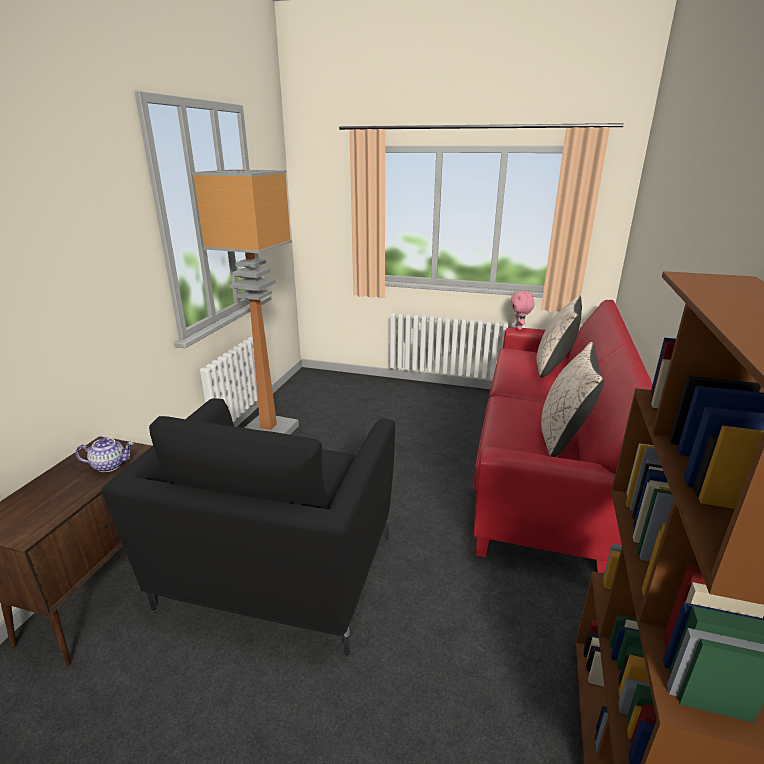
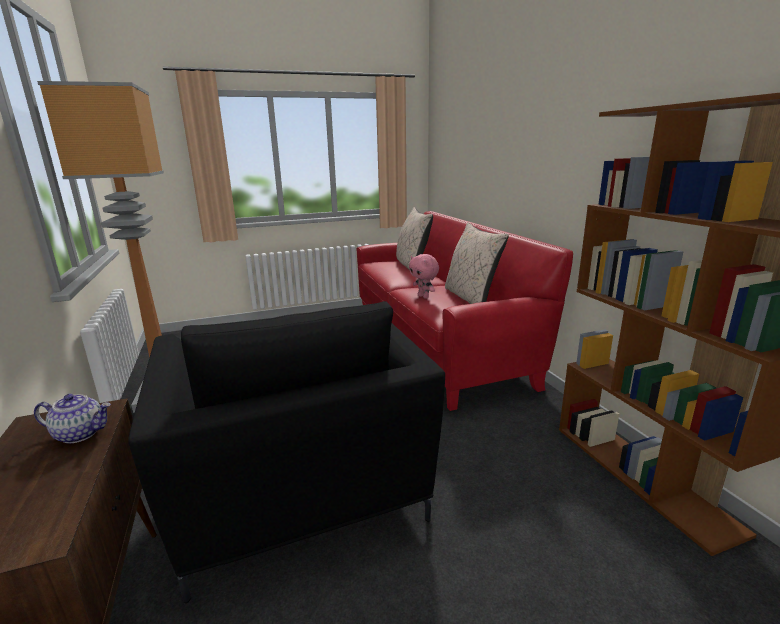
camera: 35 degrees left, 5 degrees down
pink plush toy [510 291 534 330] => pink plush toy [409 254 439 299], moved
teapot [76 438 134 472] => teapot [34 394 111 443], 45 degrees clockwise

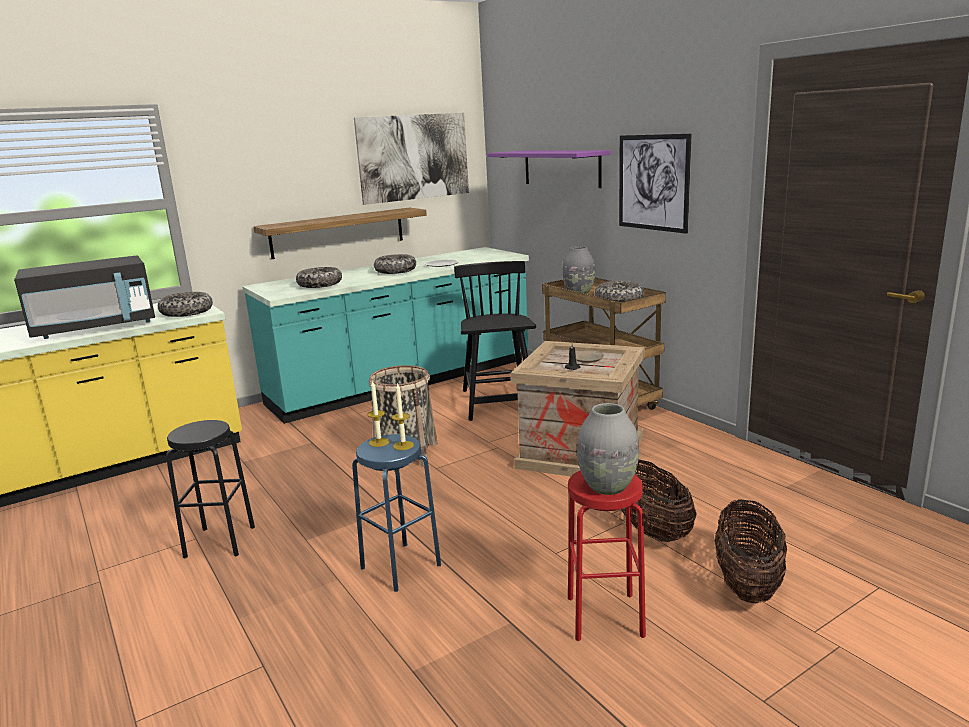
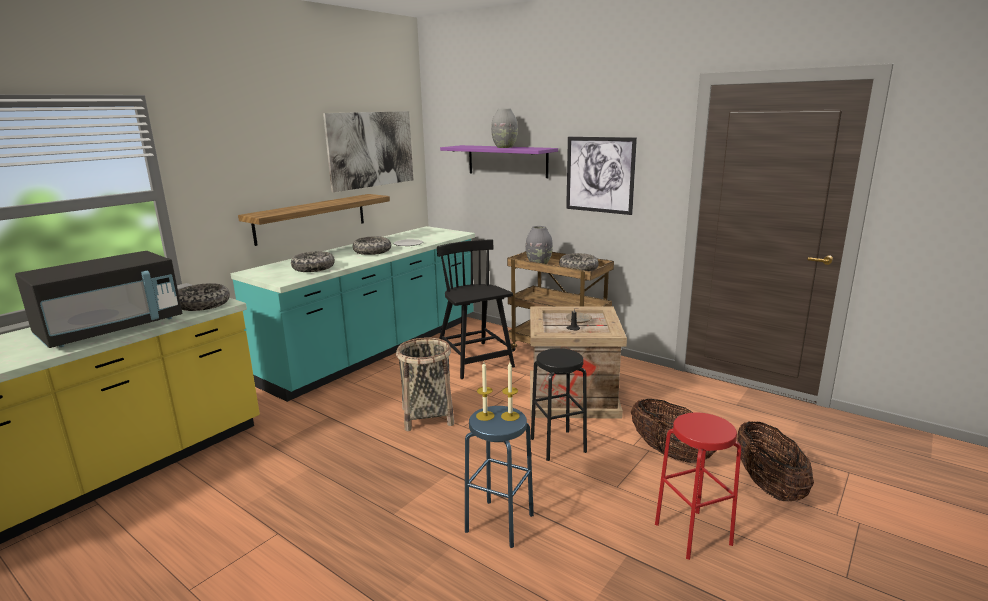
camera: 20 degrees left, 0 degrees up
grey vase [577 403 639 495] => grey vase [491 109 518 148], moved
black stool [166 420 255 559] => black stool [531 348 587 461], moved

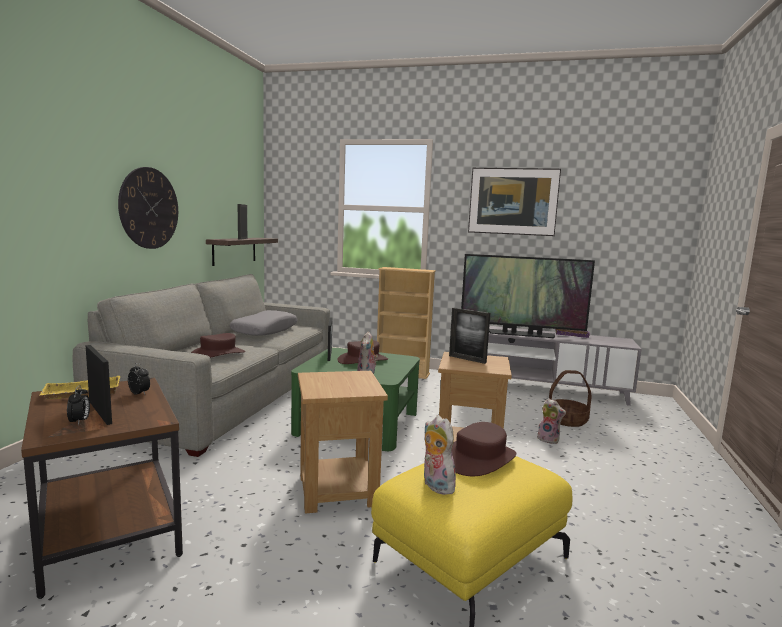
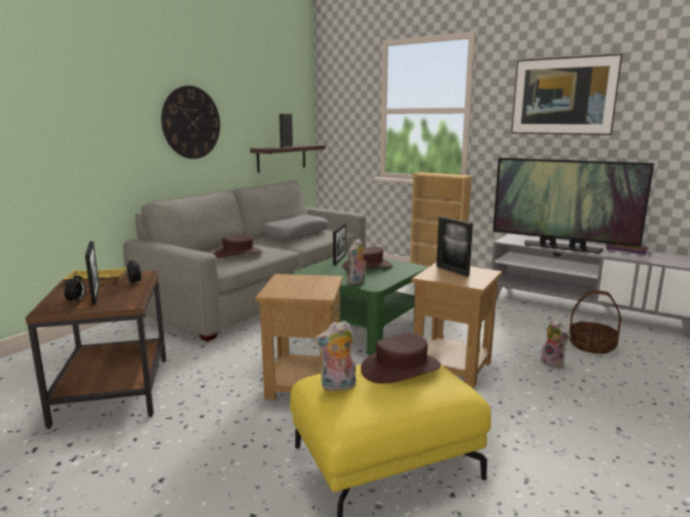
camera: 20 degrees right, 5 degrees up
plush toy [424 415 456 495] => plush toy [314 320 356 391], 90 degrees counterclockwise

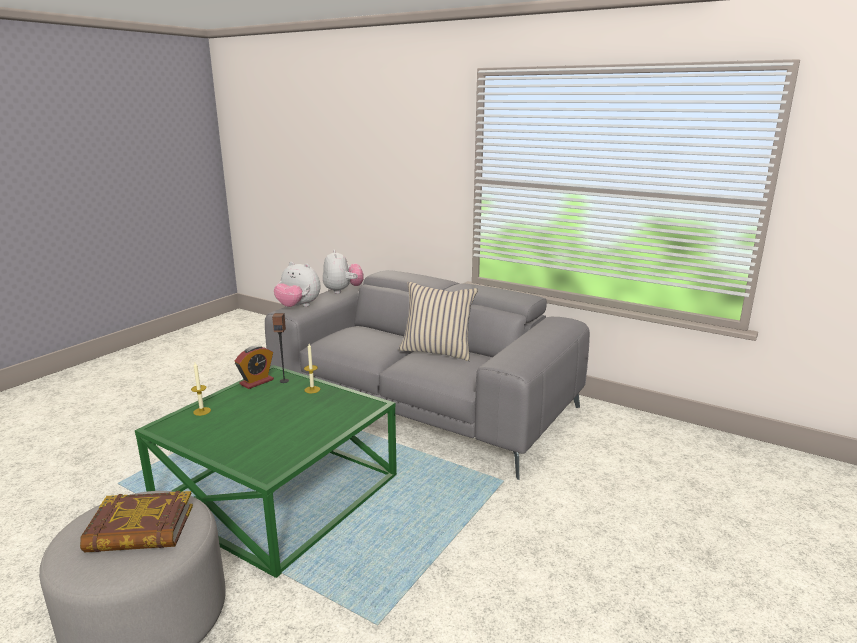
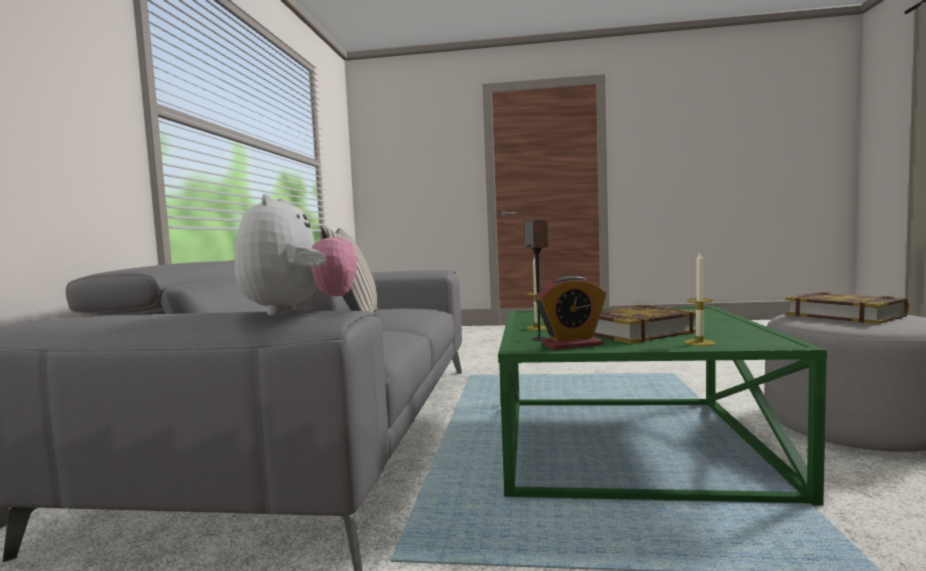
camera: 115 degrees left, 15 degrees down
plush toy [323 250 364 294] => nothing
alarm clock [235 345 274 389] => alarm clock [535 276 606 350], 150 degrees clockwise
nothing => book [593 305 696 344]

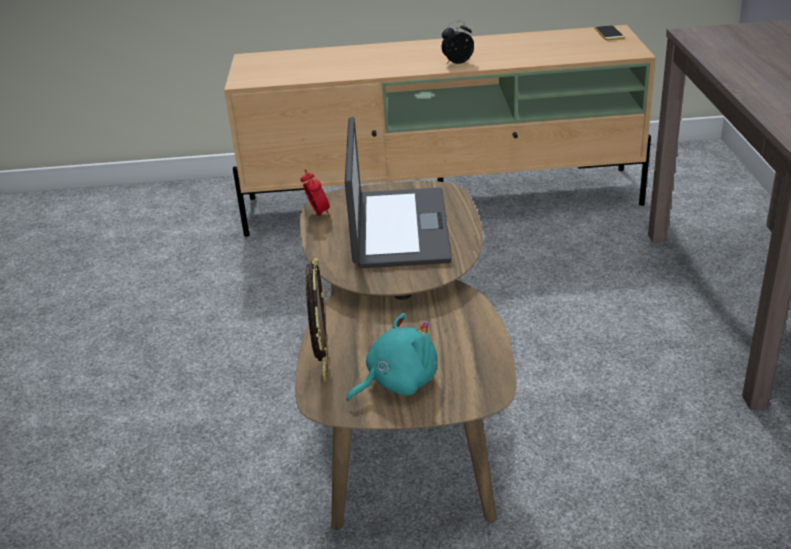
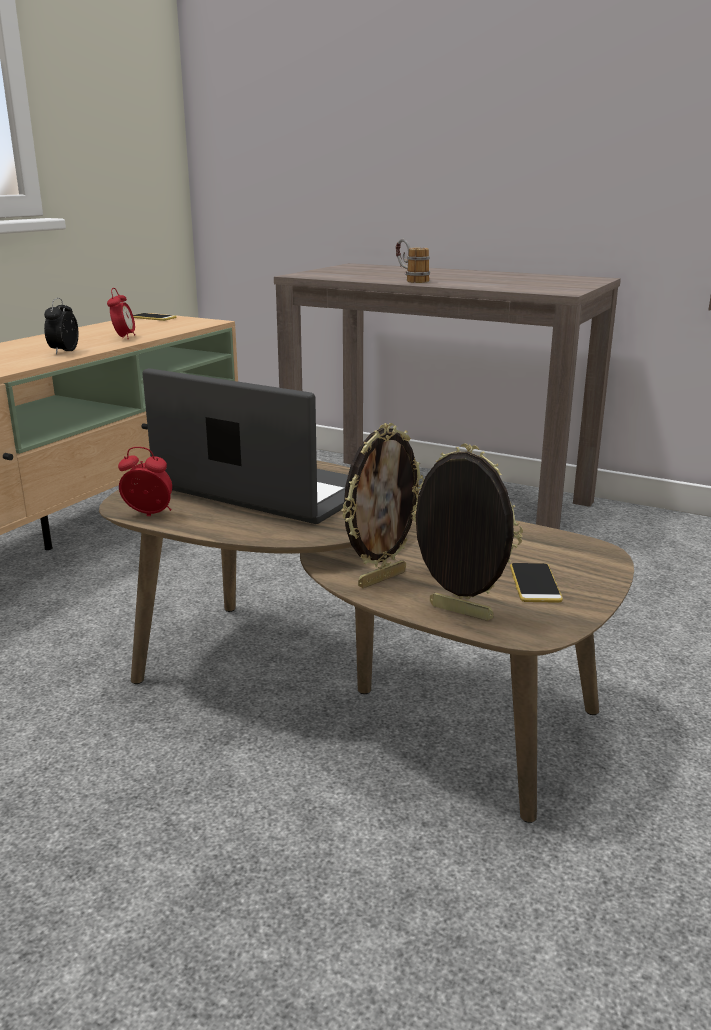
camera: 60 degrees left, 10 degrees down
turquoise plush toy [346 313 438 401] => phone [510 563 563 603]
nothing => mug [396 239 430 283]
nothing => alarm clock [107 288 135 339]
nothing => picture frame [341 423 424 588]

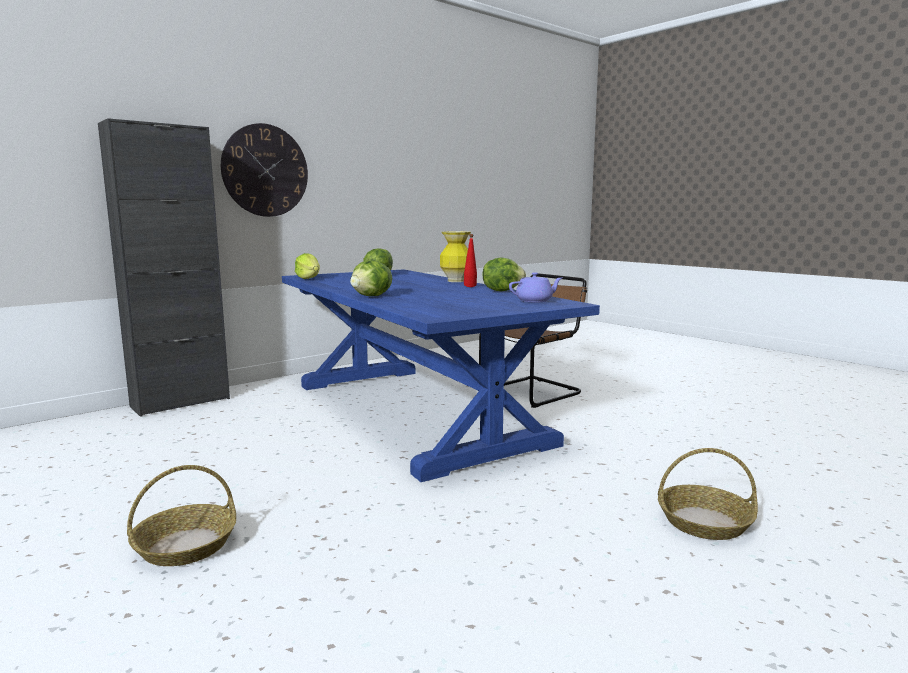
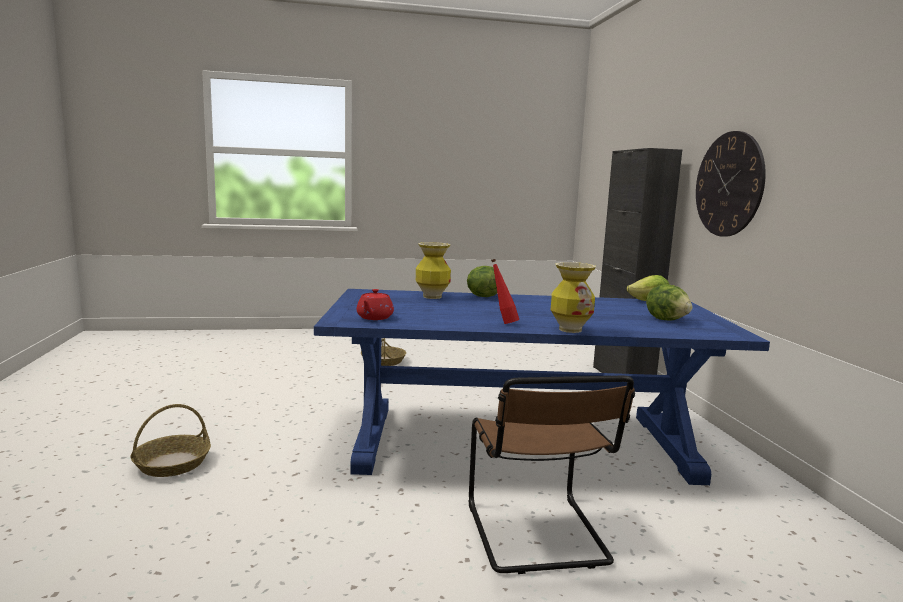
camera: 120 degrees right, 0 degrees up
lettuce [482 257 526 291] => nothing
purple teapot [509 272 562 302] => red teapot [357 289 394 320]
nothing => vase [416 242 451 299]

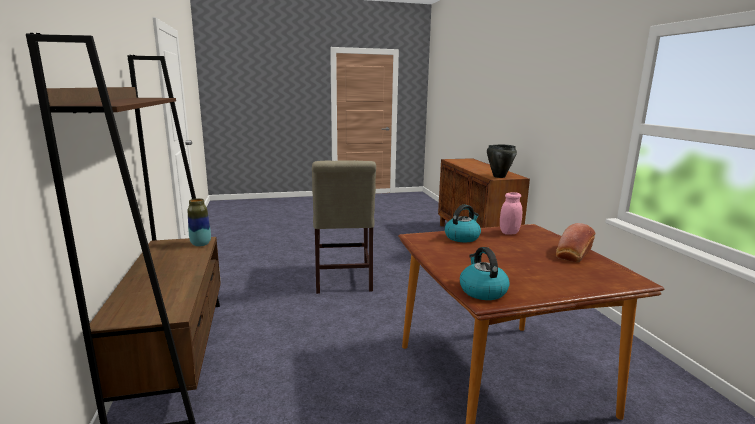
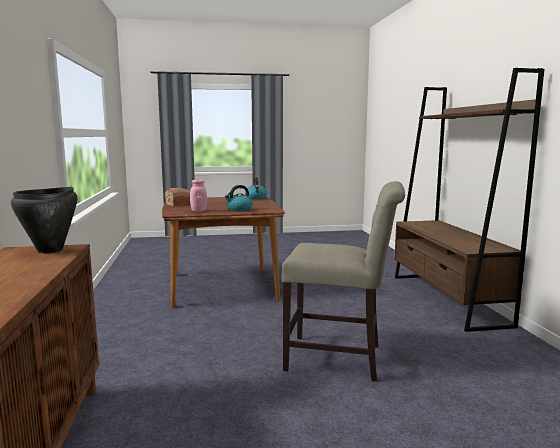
camera: 175 degrees left, 5 degrees down
beige chair [312 160 376 294] => beige chair [281 181 405 381], 105 degrees clockwise
vase [188 198 211 247] => nothing

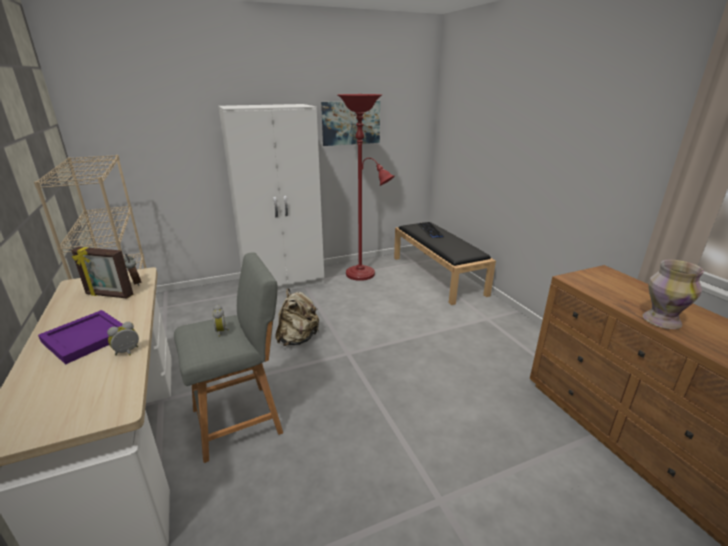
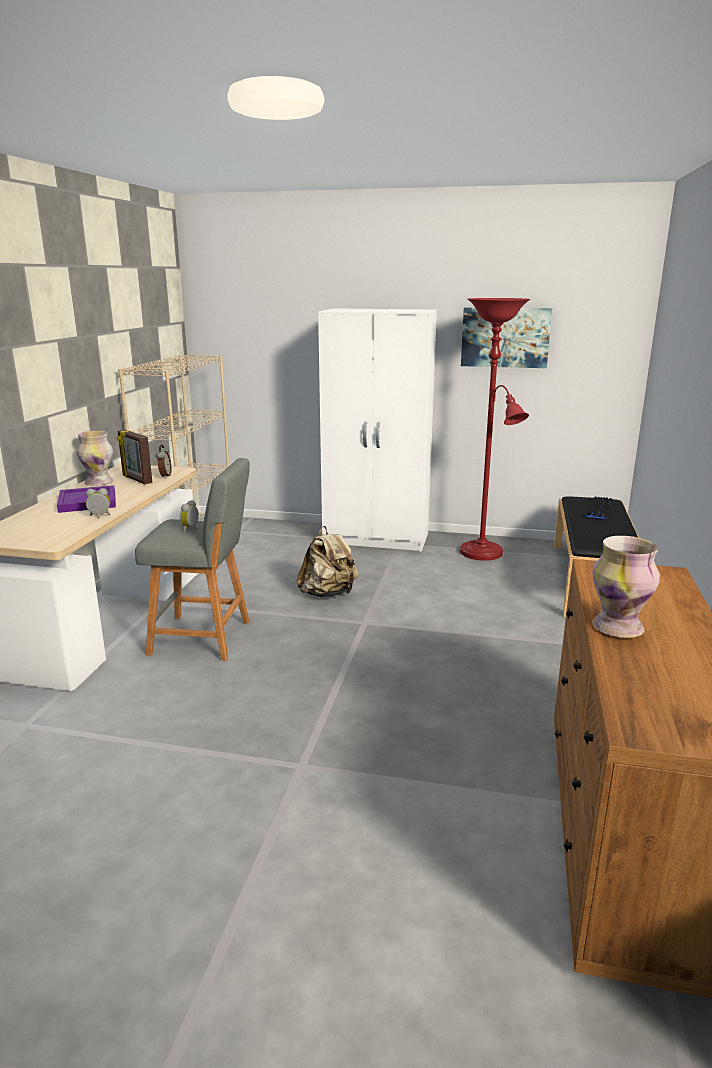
camera: 35 degrees right, 5 degrees down
nothing => vase [77 431 113 486]

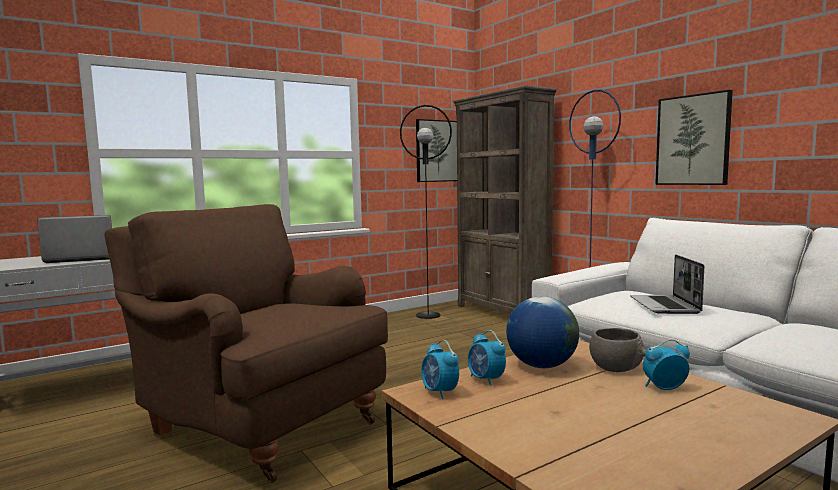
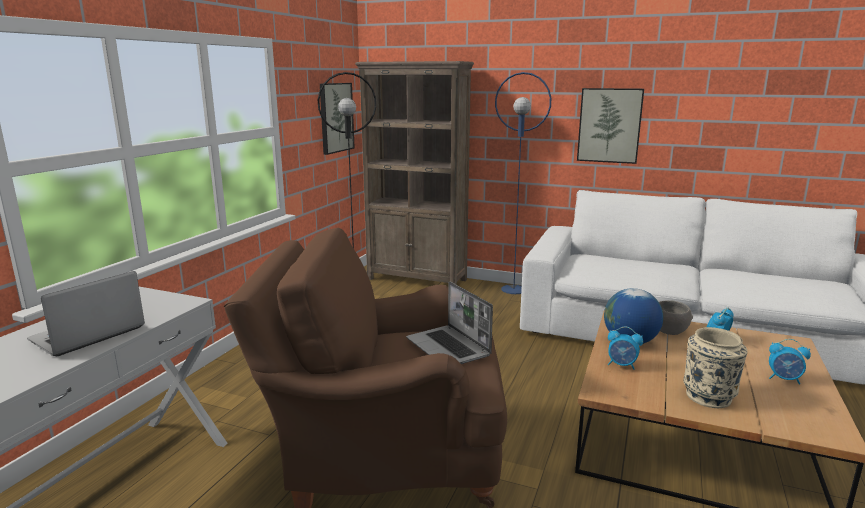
camera: 35 degrees left, 10 degrees up
laptop [630 255 704 314] => laptop [406 281 493 364], moved
alarm clock [421 340 459 399] => alarm clock [769 339 811 385], moved
nothing => beige vase [683 327 747 408]

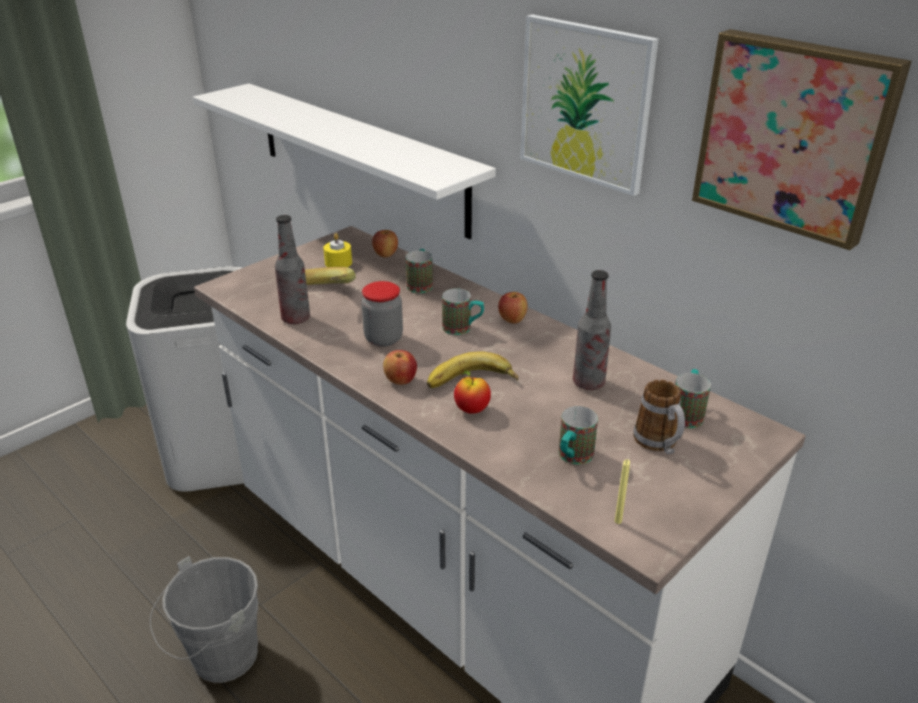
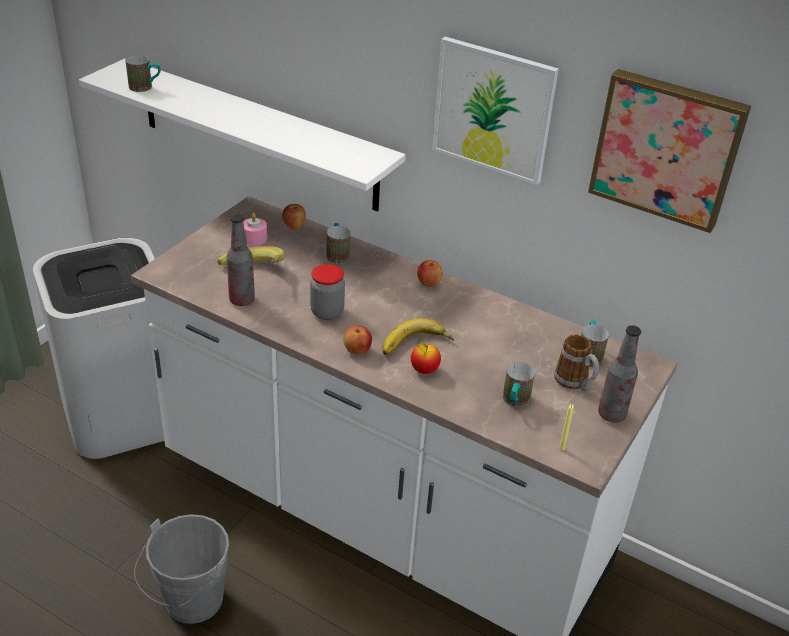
camera: 15 degrees left, 5 degrees up
yellow candle [323 233 352 267] => pink candle [243 213 267 245]
bottle [573 270 611 390] => bottle [598 325 641 422], moved
mug [442 288 484 335] => mug [125 55 161 92], moved

